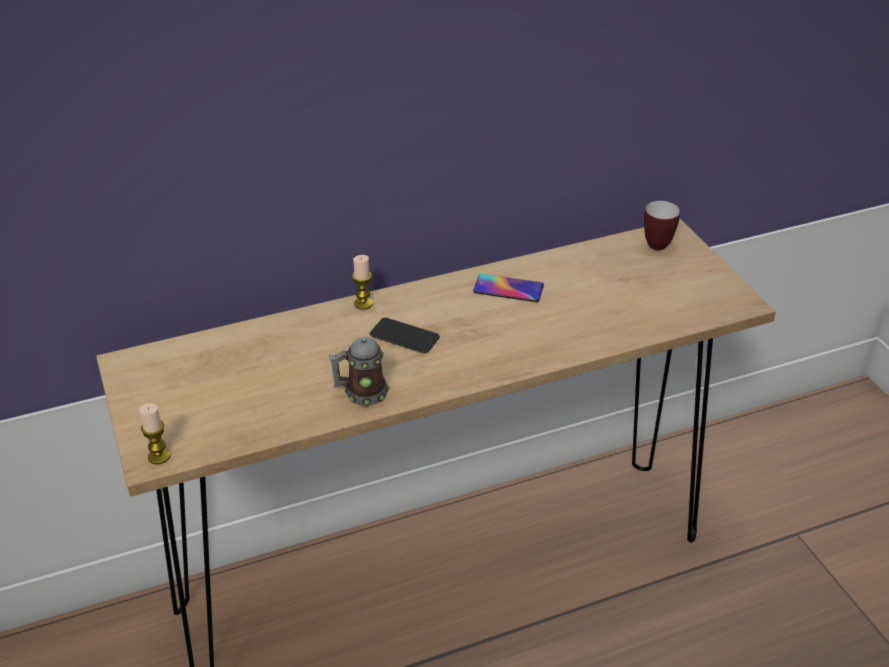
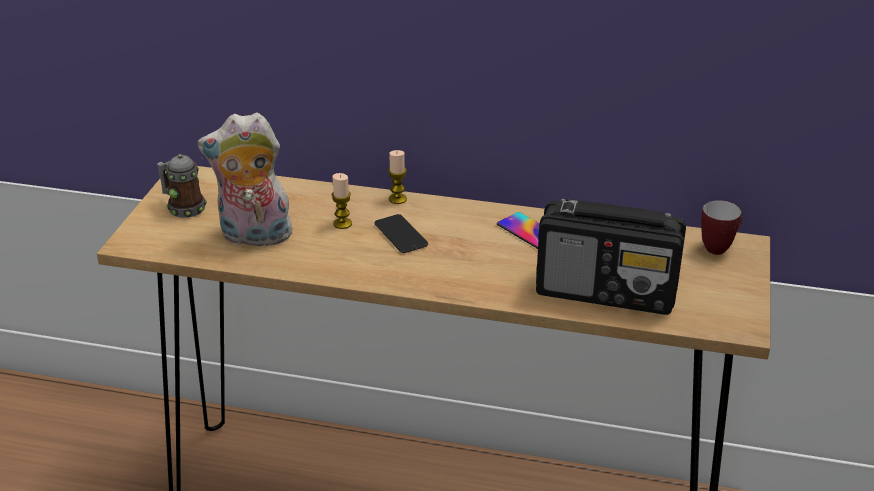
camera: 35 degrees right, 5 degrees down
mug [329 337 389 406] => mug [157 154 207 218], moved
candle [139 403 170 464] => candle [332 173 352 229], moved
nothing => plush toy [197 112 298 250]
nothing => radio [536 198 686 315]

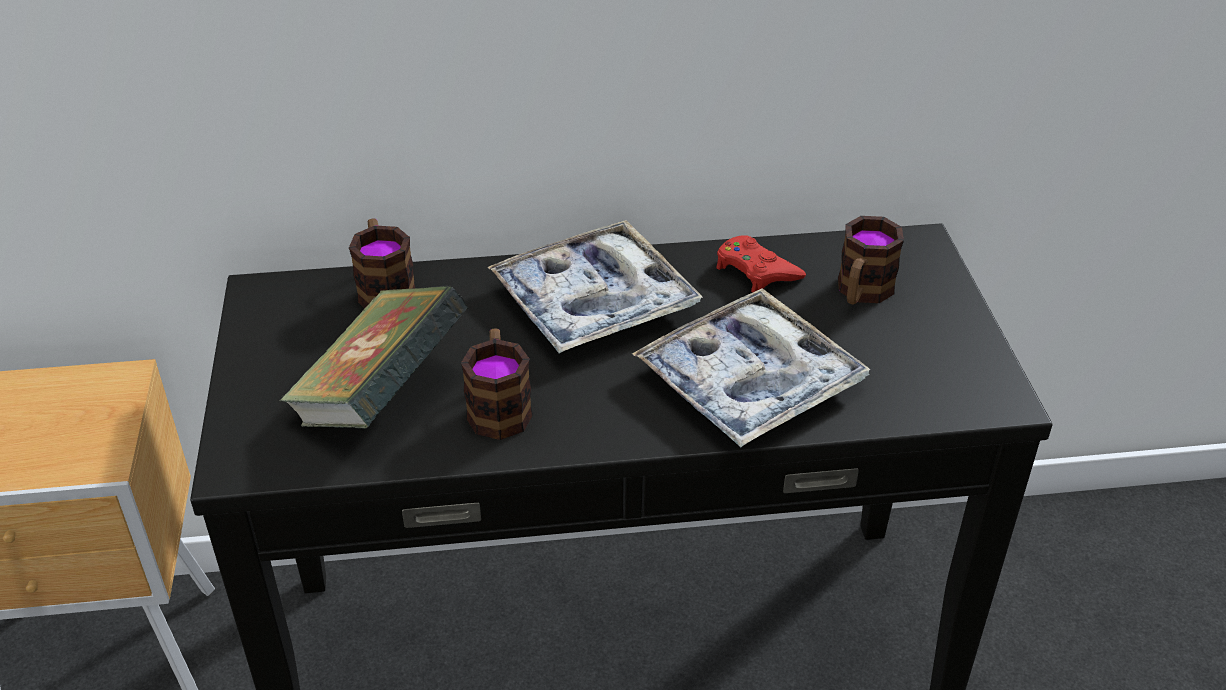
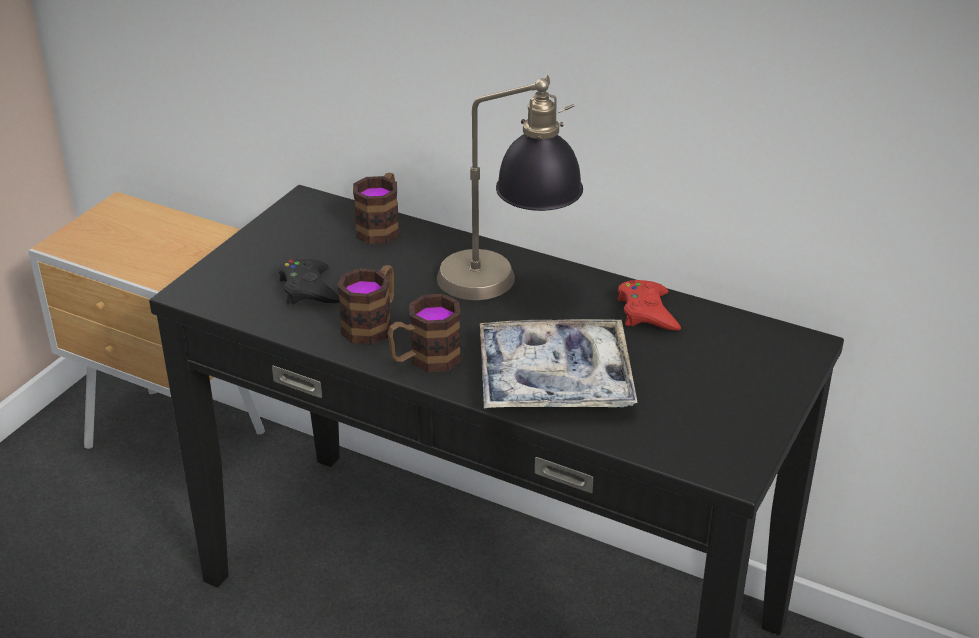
camera: 35 degrees right, 5 degrees down
mug [838 216 904 305] => mug [387 294 461 372], moved
tray [487 220 703 354] => table lamp [437 75 583 300]
book [279 285 469 429] => black game controller [278 259 340 304]

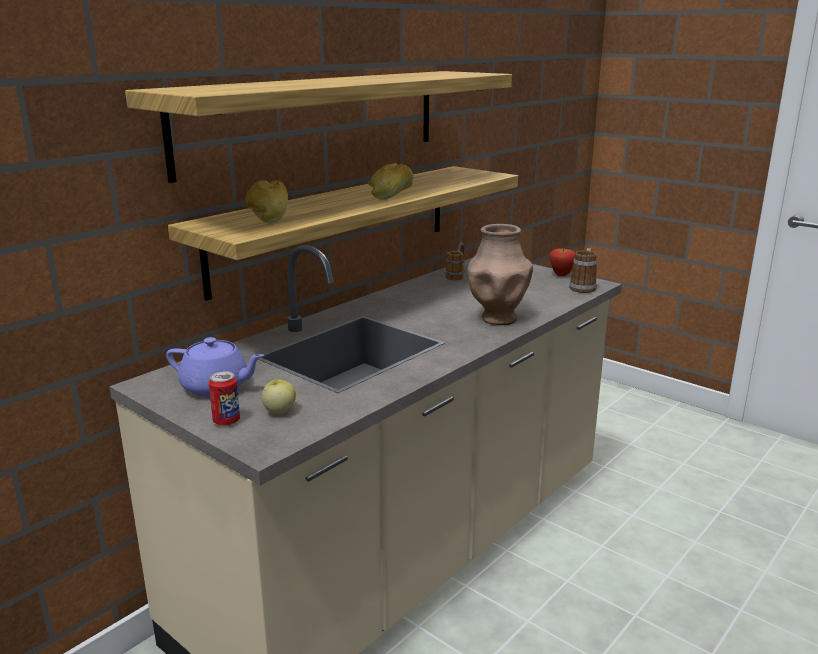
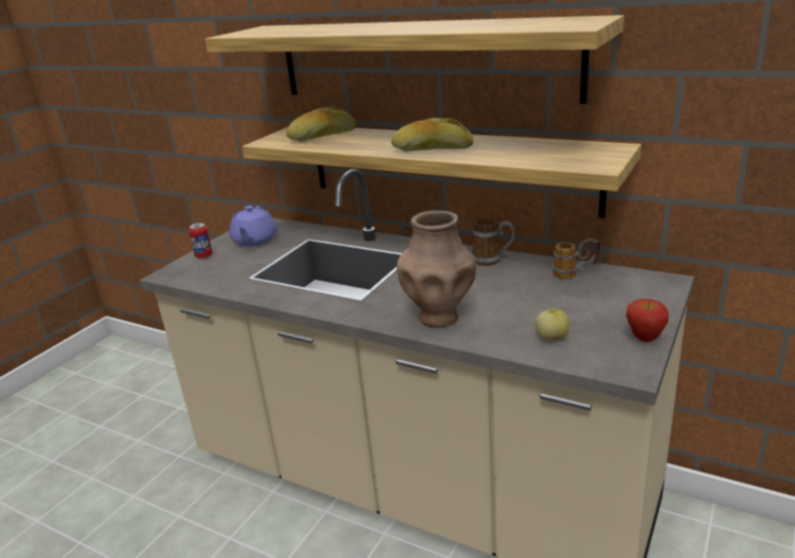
camera: 80 degrees right, 5 degrees up
mug [569 248 597 293] => mug [472 218 515 266], moved
apple [262 379 296 414] => apple [535 309 569 340], moved

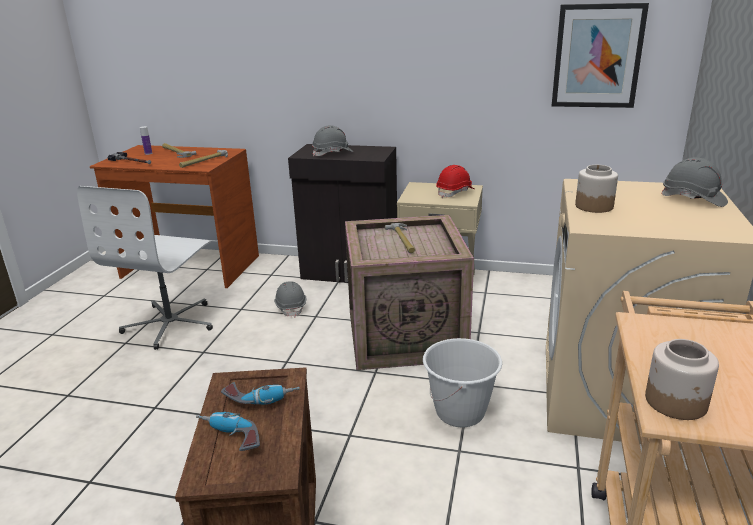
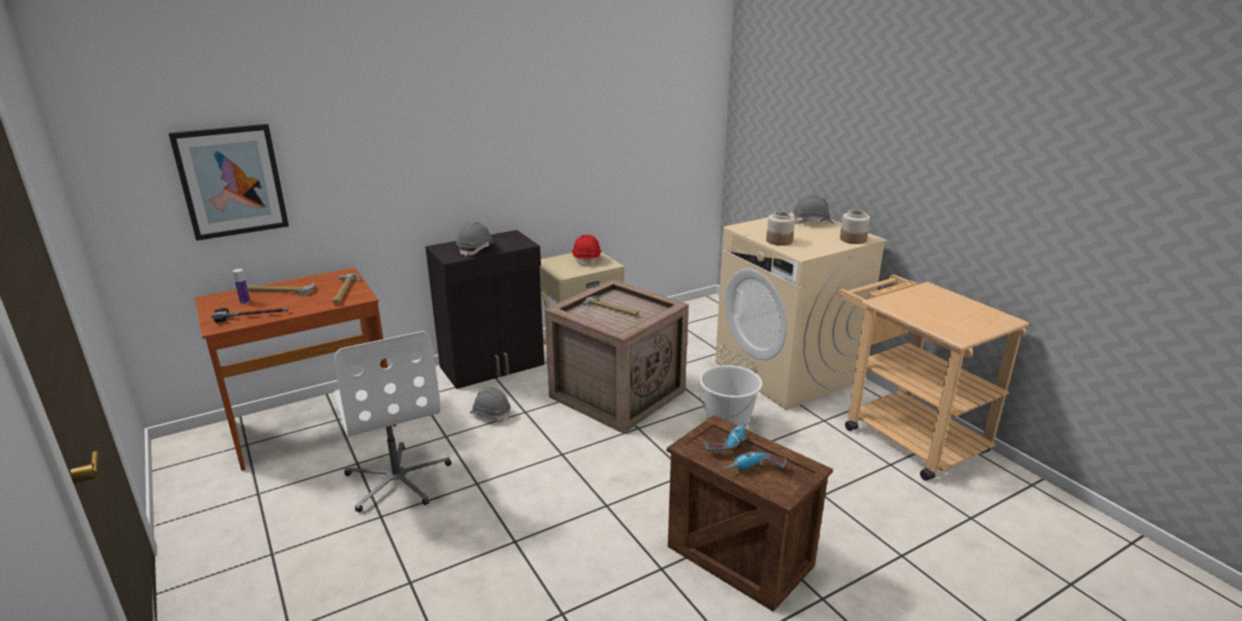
camera: 45 degrees left, 0 degrees up
picture [552 3 649 108] => picture [169 124 289 241], moved
jar [645 339 719 420] => jar [840 210 870 244], moved

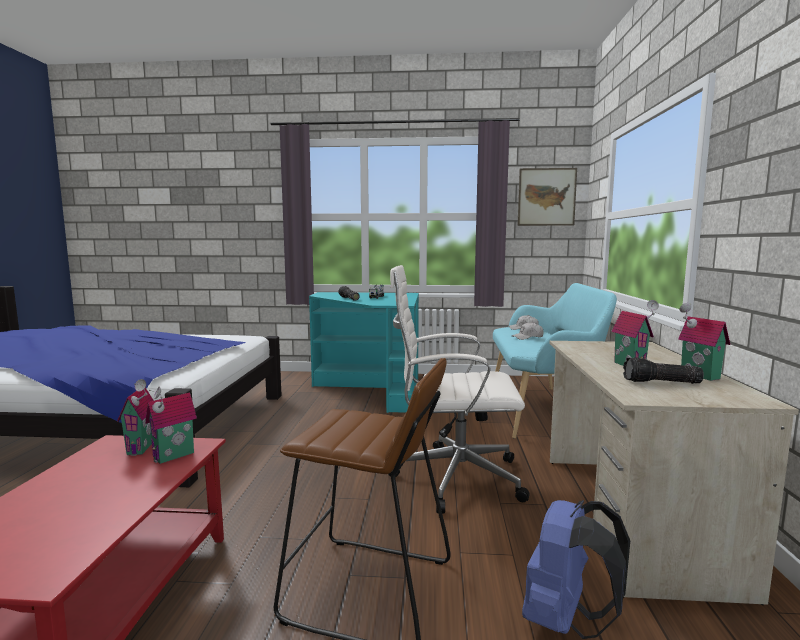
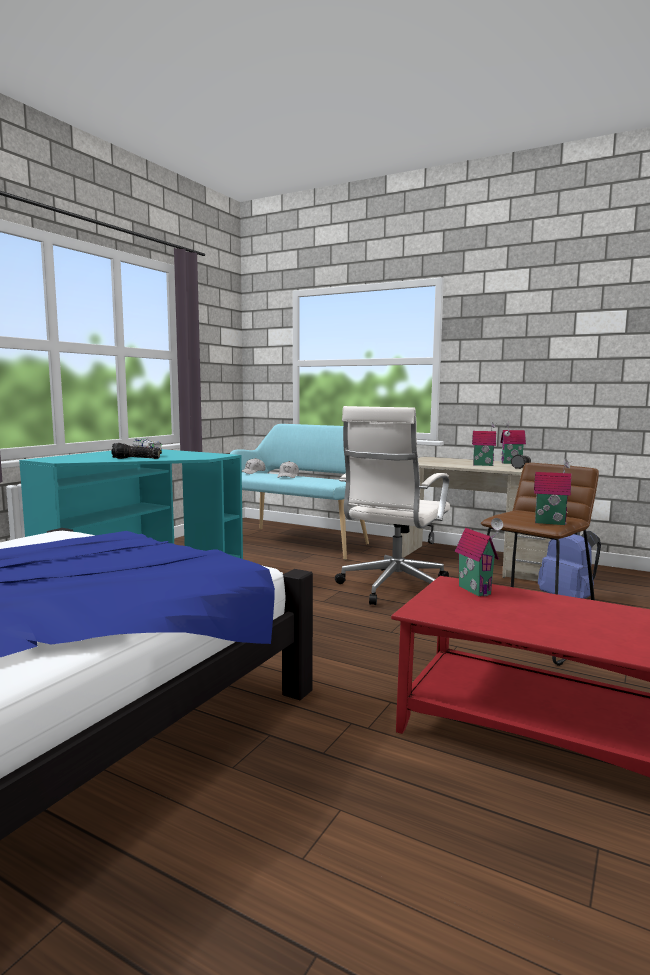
camera: 65 degrees left, 0 degrees up
picture [518 168 577 226] => nothing
toy house [117 379 154 456] => toy house [534 459 573 525], moved

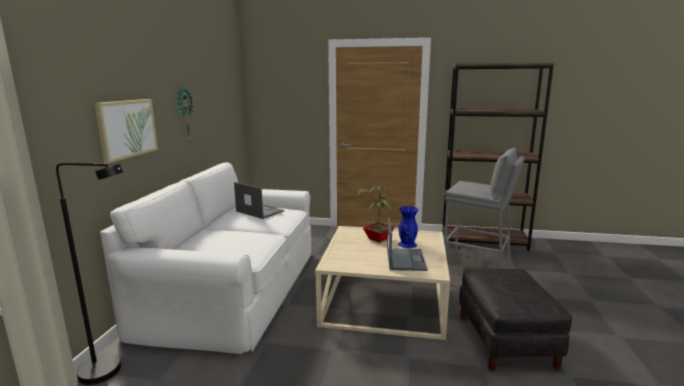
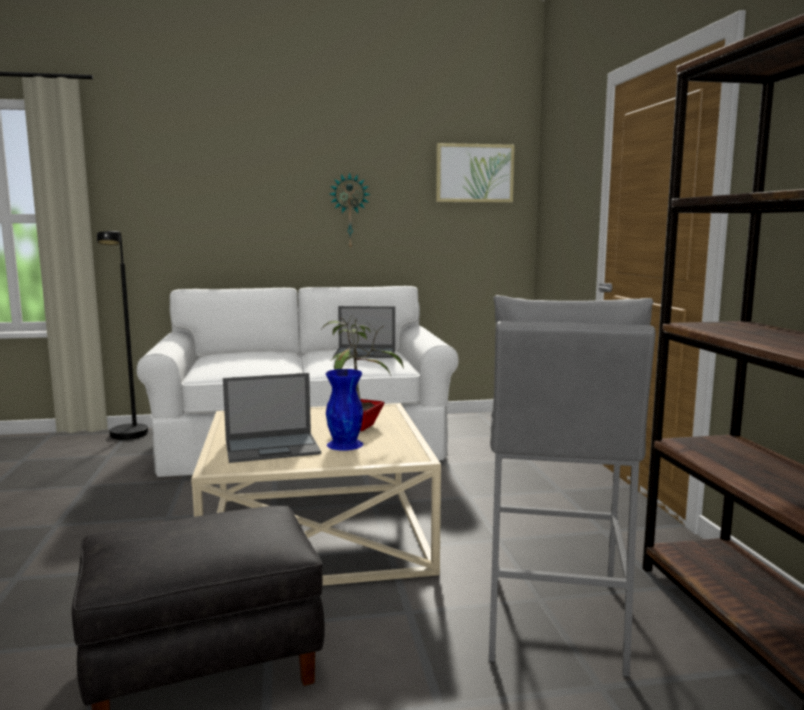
camera: 70 degrees right, 5 degrees down
picture [94 99 158 163] => picture [436 143 515 203], moved
laptop [234 182 284 219] => laptop [333 306 395 358], 75 degrees clockwise

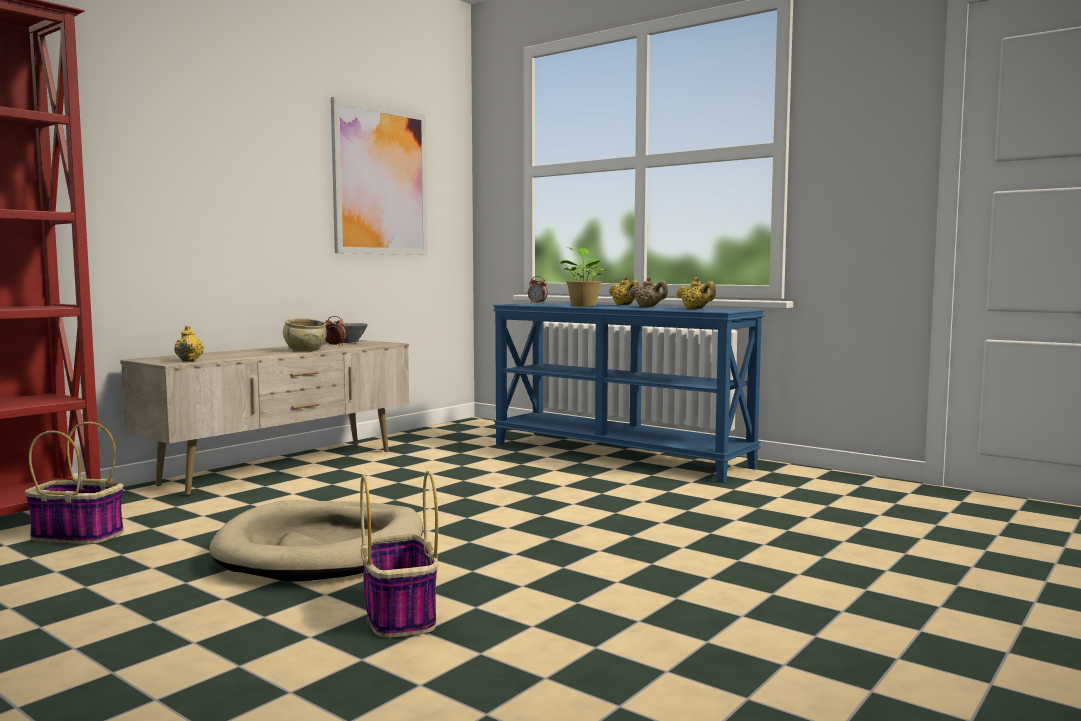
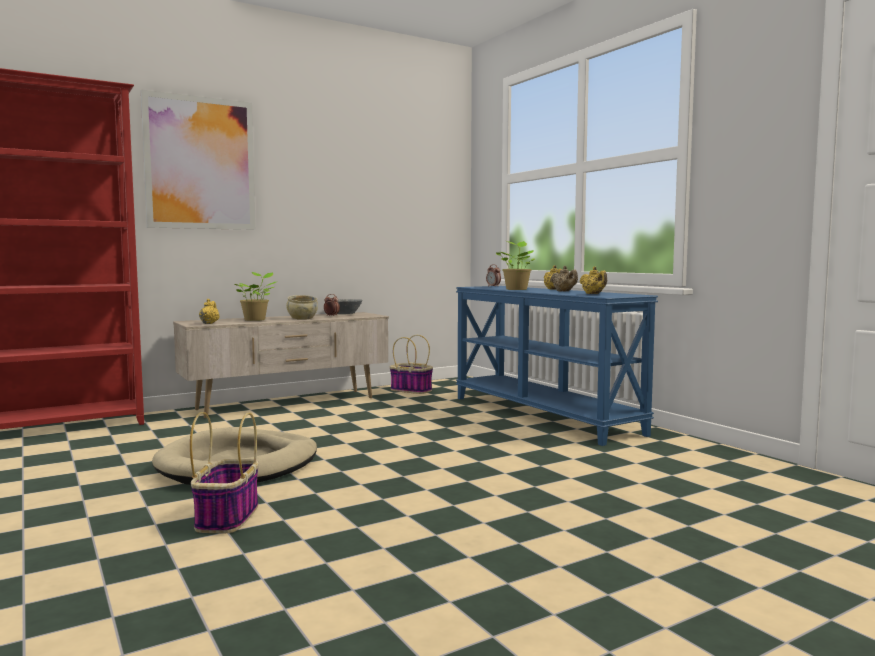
camera: 20 degrees right, 0 degrees up
picture [331 97 428 255] => picture [141 89 256 230], moved
basket [25 422 124 544] => basket [390 335 433 394], moved
nothing => potted plant [235 272 278 321]

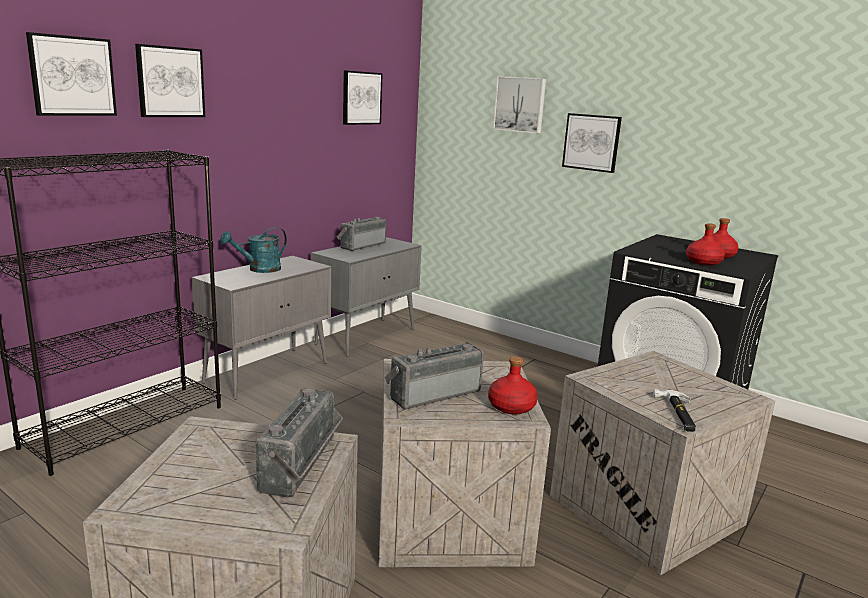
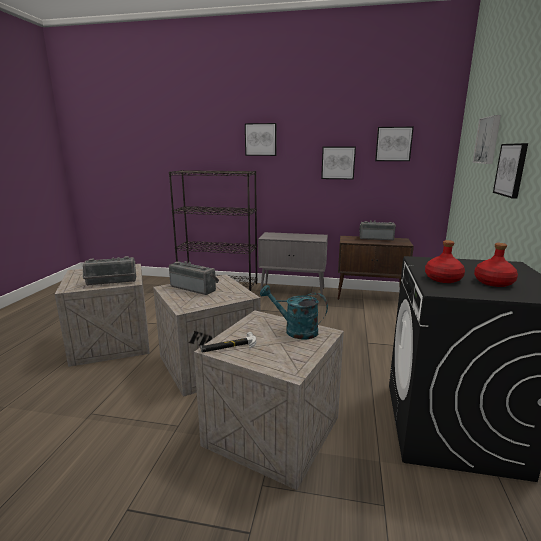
camera: 65 degrees right, 0 degrees up
picture [26 32 117 116] => picture [321 147 356 180], moved
turquoise watering can [220 227 287 273] => turquoise watering can [260 285 328 340], moved
grey cabinet [311 237 422 356] => brown cabinet [338 236 414 300]
red bottle [488 356 538 414] => nothing

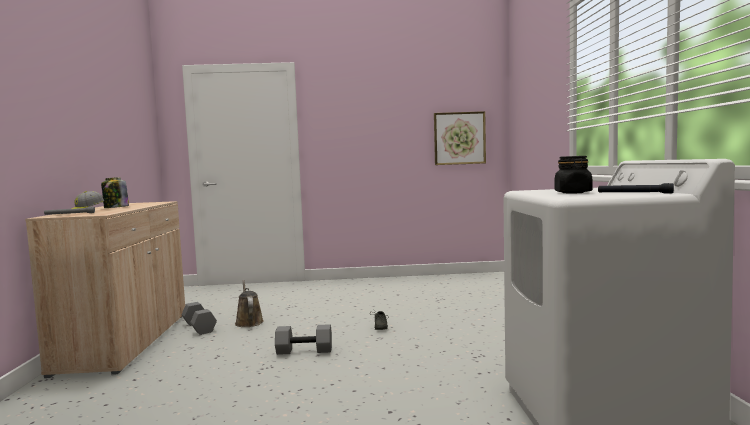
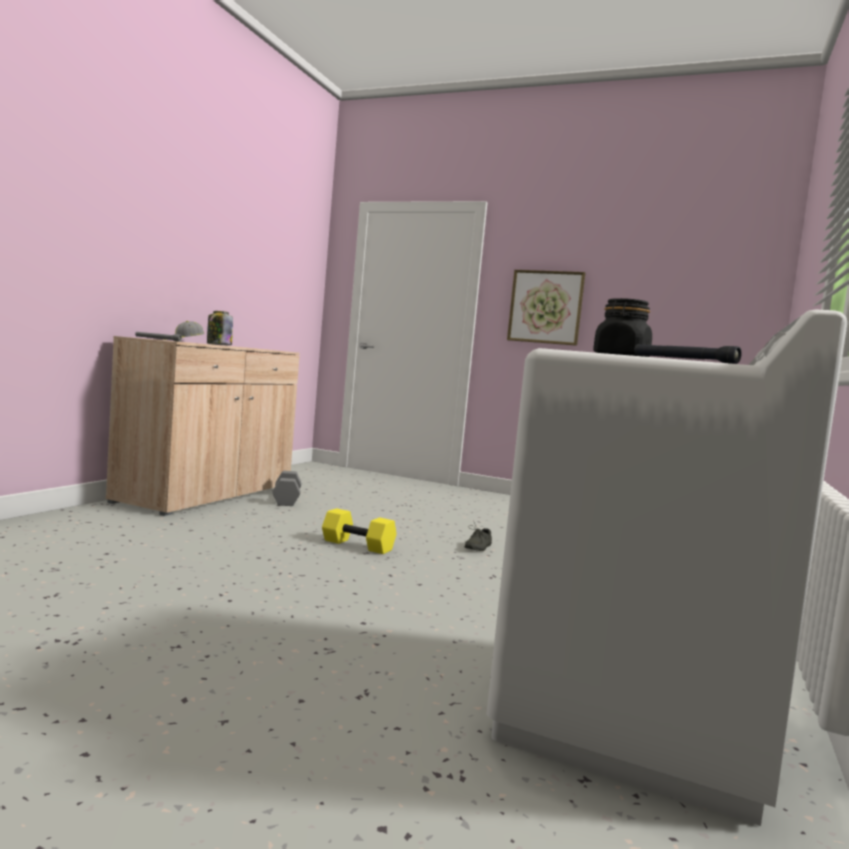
camera: 25 degrees right, 0 degrees up
picture [434 111 486 165] => picture [507 270 585 346], moved
brown watering can [235 280 264 327] => nothing
grey dumbbell [275 324 332 355] => yellow dumbbell [322 508 397 554]

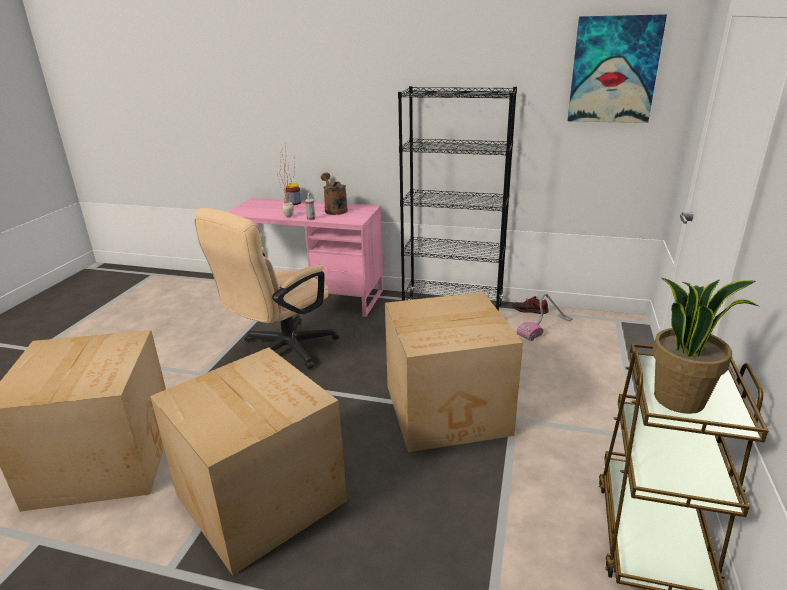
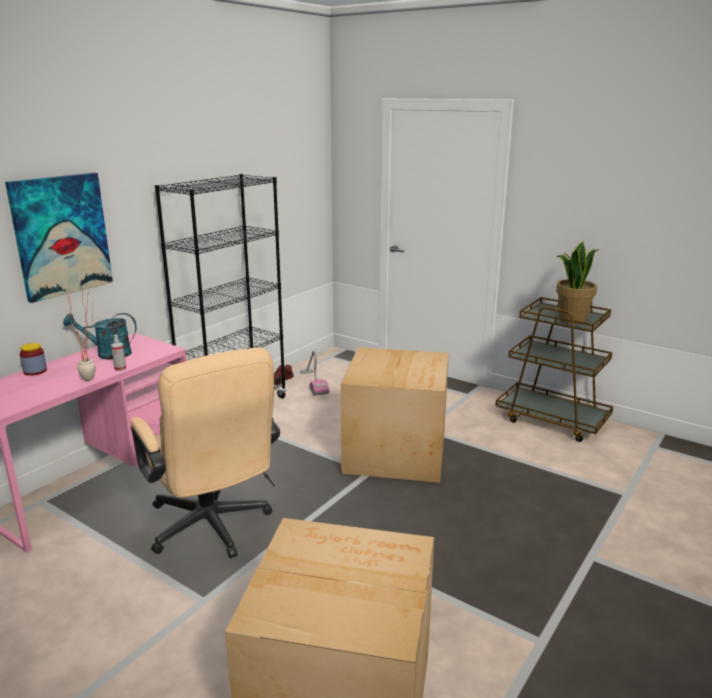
camera: 70 degrees left, 5 degrees down
picture [567 14 667 123] => picture [5 173 113 303], moved
brown watering can [321 173 348 215] => turquoise watering can [63 313 137 360]
cardboard box [150 347 347 576] => nothing

